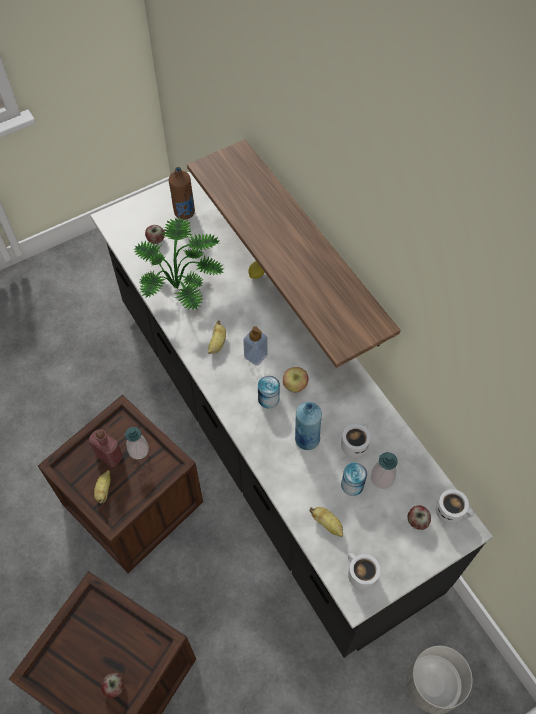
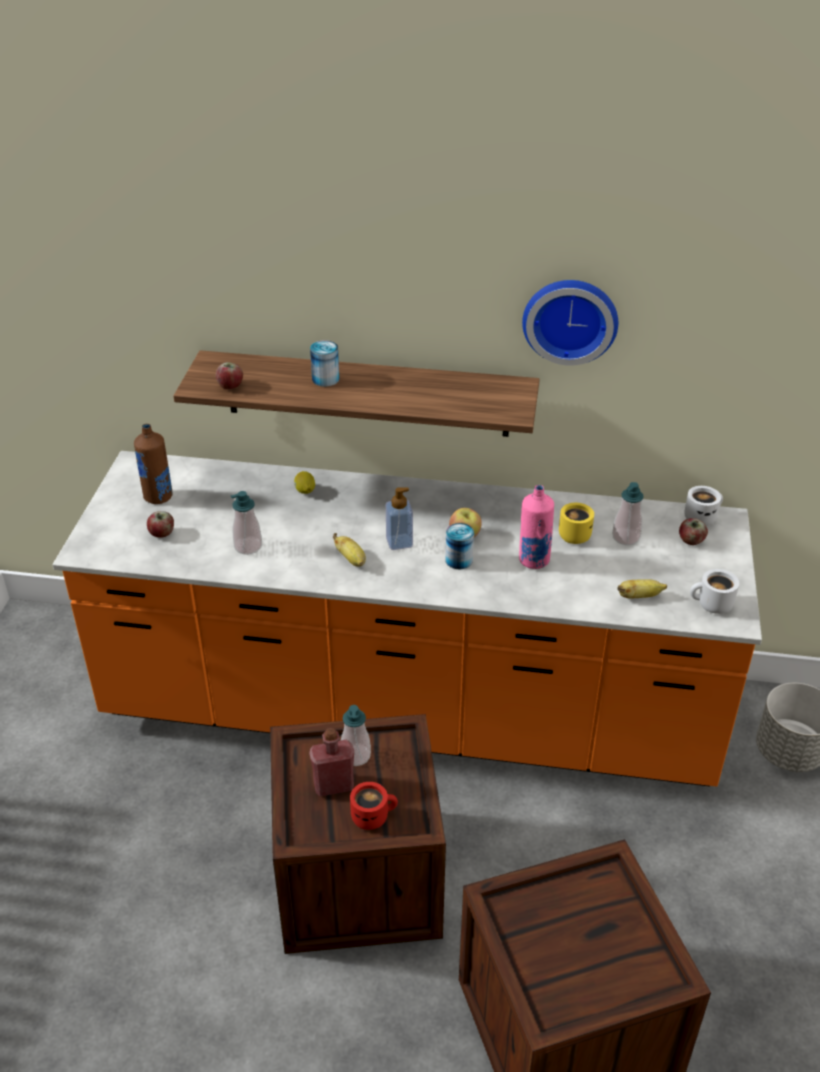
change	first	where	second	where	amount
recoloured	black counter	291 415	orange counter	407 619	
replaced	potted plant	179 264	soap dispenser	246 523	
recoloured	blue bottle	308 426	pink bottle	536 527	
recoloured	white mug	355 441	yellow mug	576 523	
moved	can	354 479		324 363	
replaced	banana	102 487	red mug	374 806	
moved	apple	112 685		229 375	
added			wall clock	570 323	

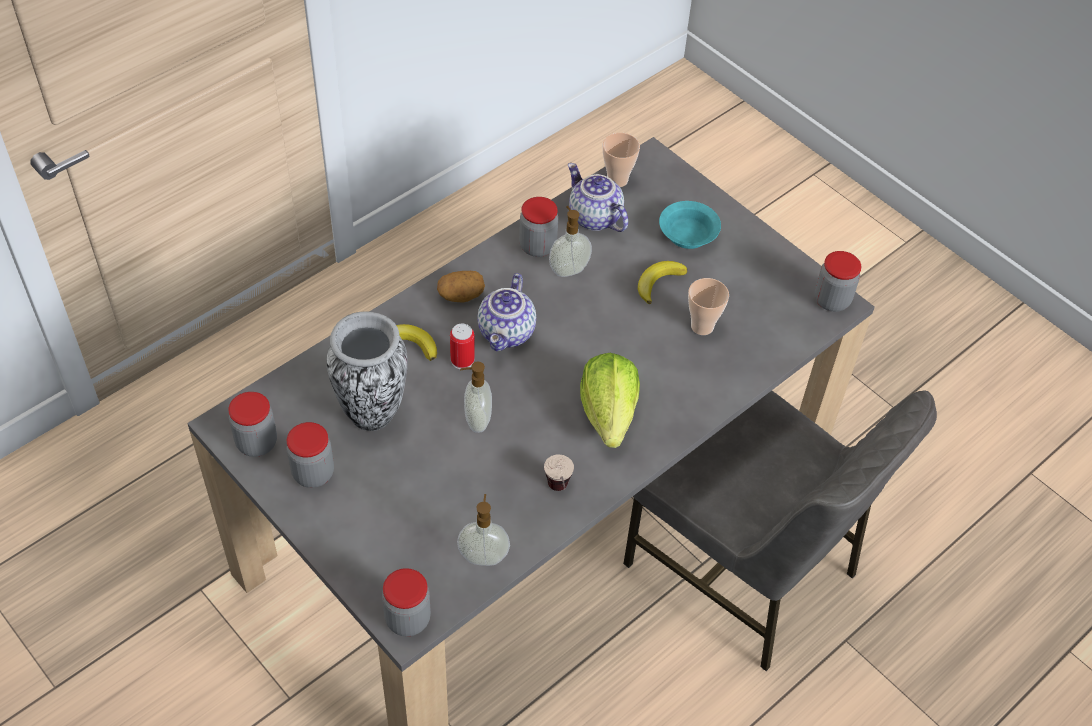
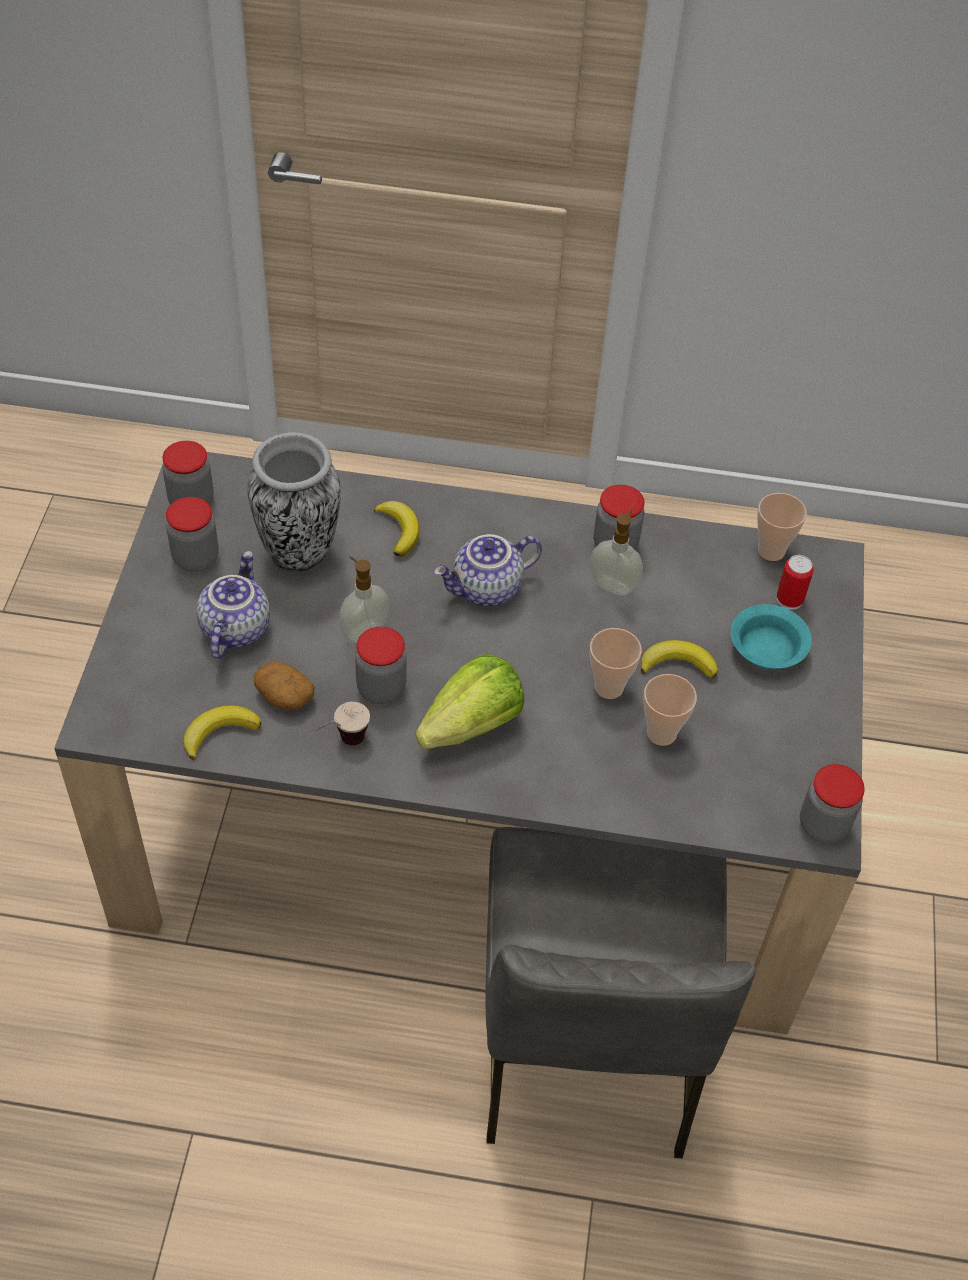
change	first	where	second	where	amount
moved	teapot	598 197		233 605	
moved	potato	461 287		283 685	
moved	can	462 346		795 582	
replaced	soap dispenser	483 530	banana	222 732	
moved	jar	406 602		381 665	
added			cup	616 663	

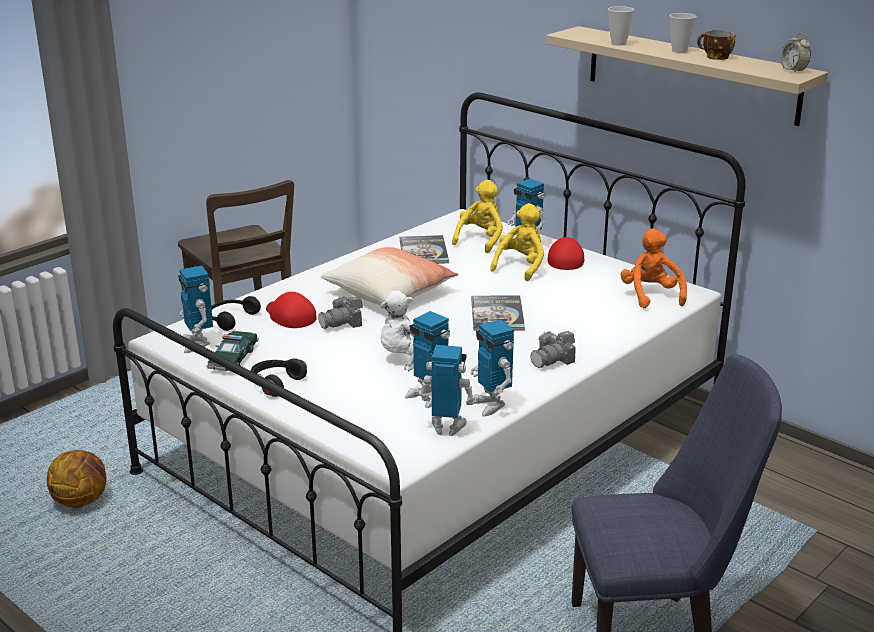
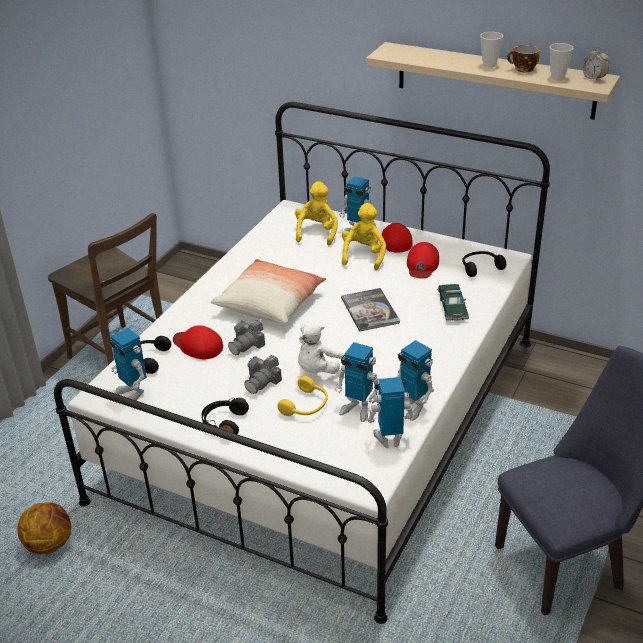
change	first	where	second	where	amount
moved	cup	621 26		562 61	
replaced	orange plush toy	653 268	black headphones	484 264	
removed	book	424 249			
moved	toy car	233 351		453 302	
moved	photo camera	553 349		263 374	
added			red cap	423 260	
added			yellow headphones	302 396	

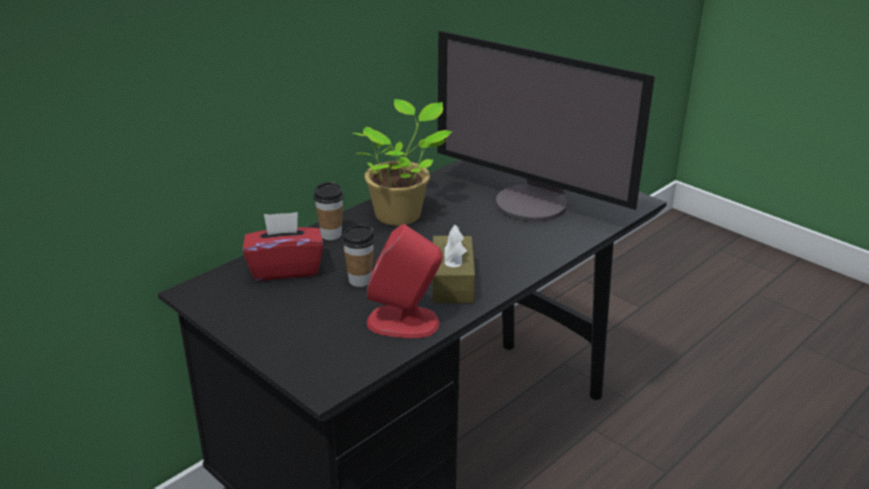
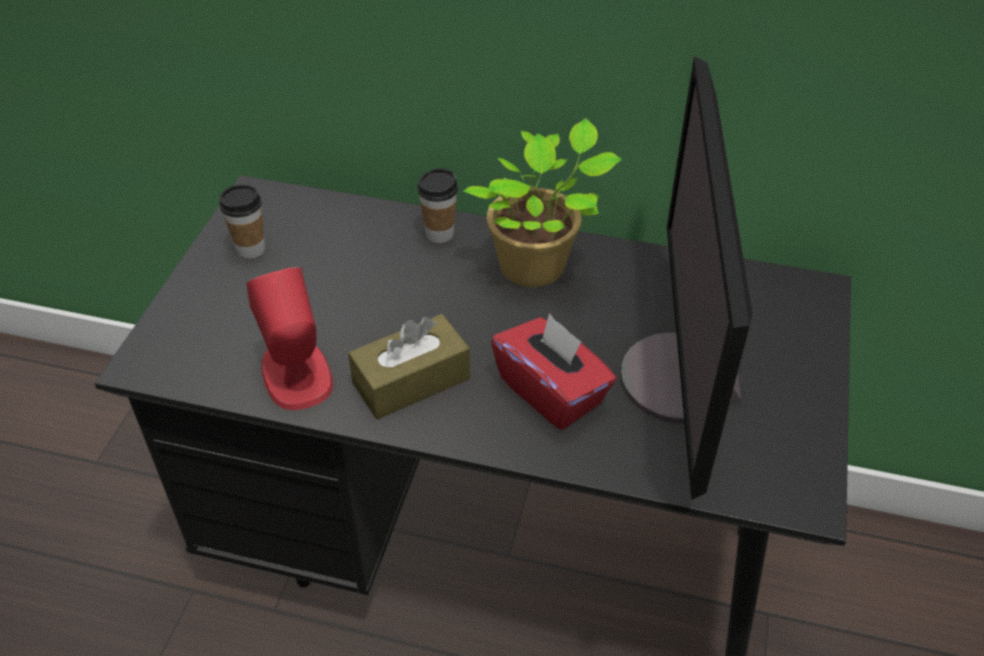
change	first	where	second	where	amount
moved	red tissue box	283 246		553 371	
moved	cup	358 256		242 222	

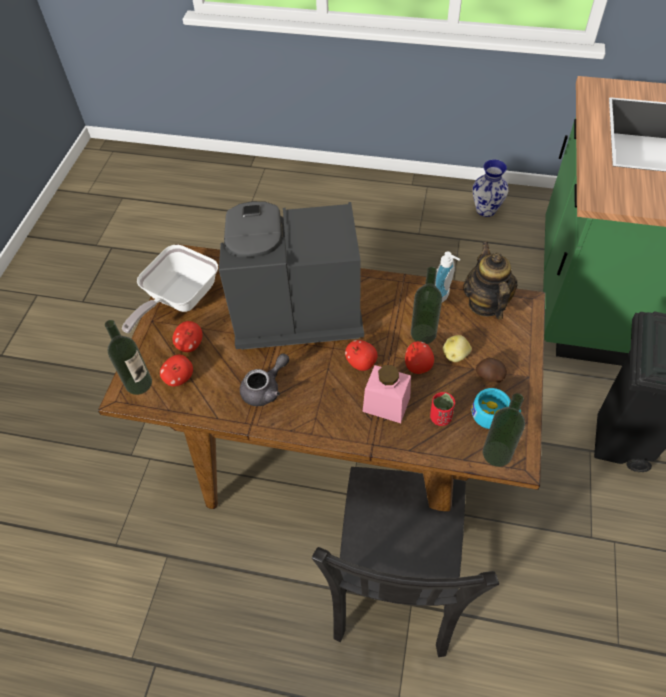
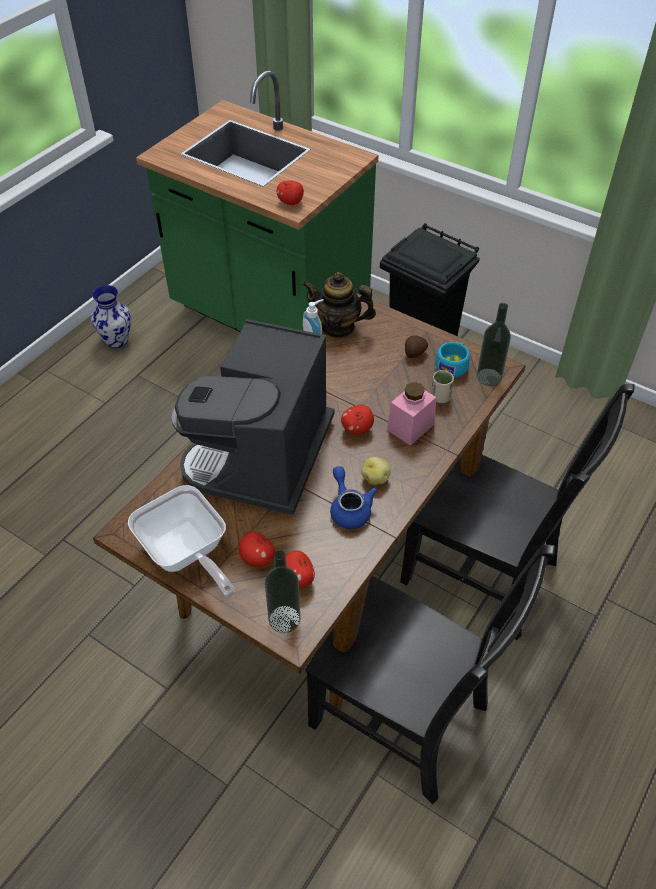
change	first	where	second	where	amount
removed	bottle	426 305			
moved	potato	457 348		376 471	
moved	apple	419 357		290 192	
recoloured	grey teapot	264 379	blue teapot	353 497	
recoloured	red cup	442 409	beige cup	442 386	
added			black chair	430 674	

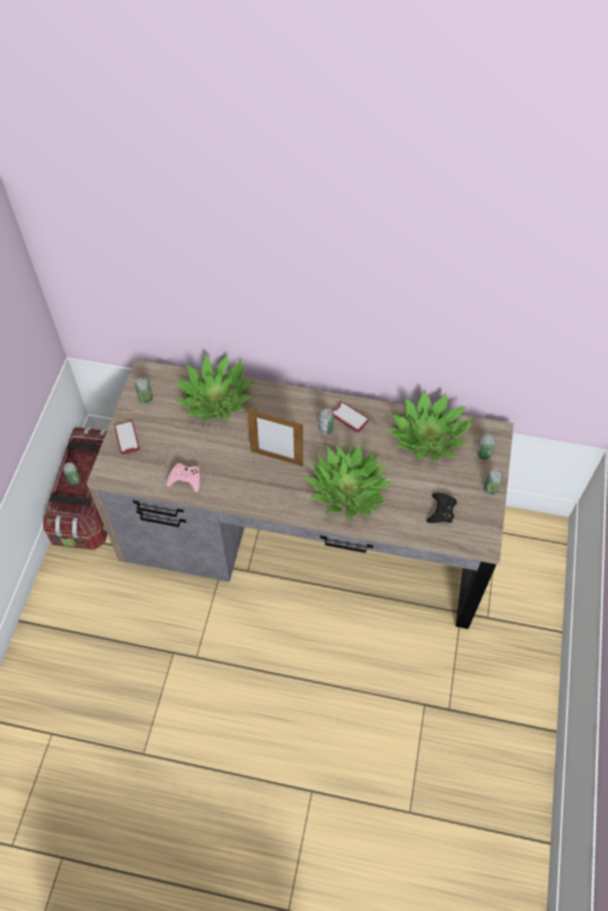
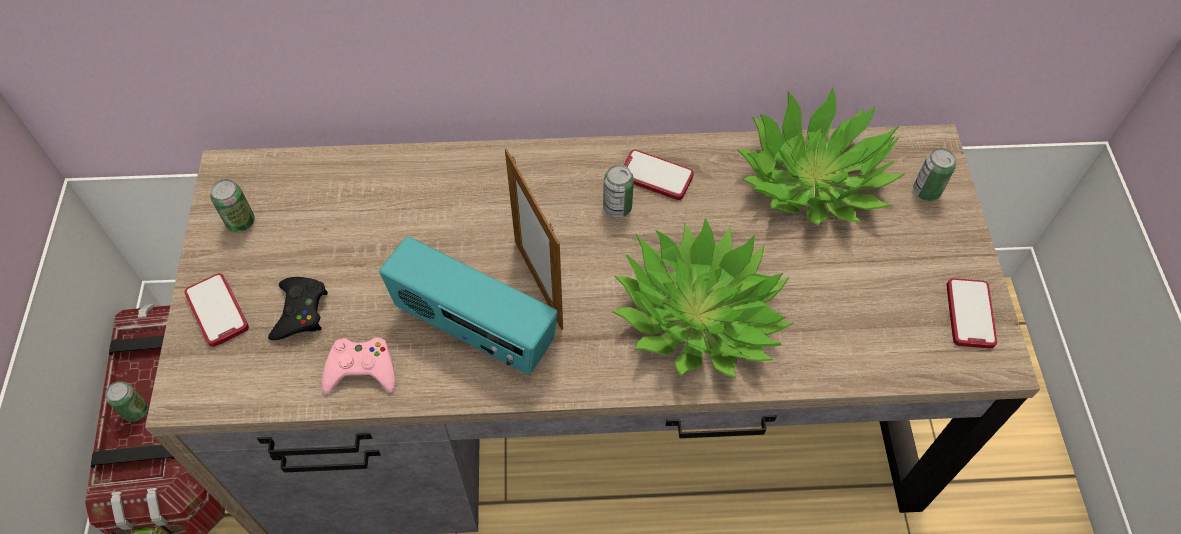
change	first	where	second	where	amount
removed	potted plant	214 388			
turned	picture frame	275 437		534 239	60 degrees clockwise
removed	can	493 482			
moved	black game controller	441 508		298 308	
added			radio	468 305	
added			phone	972 313	

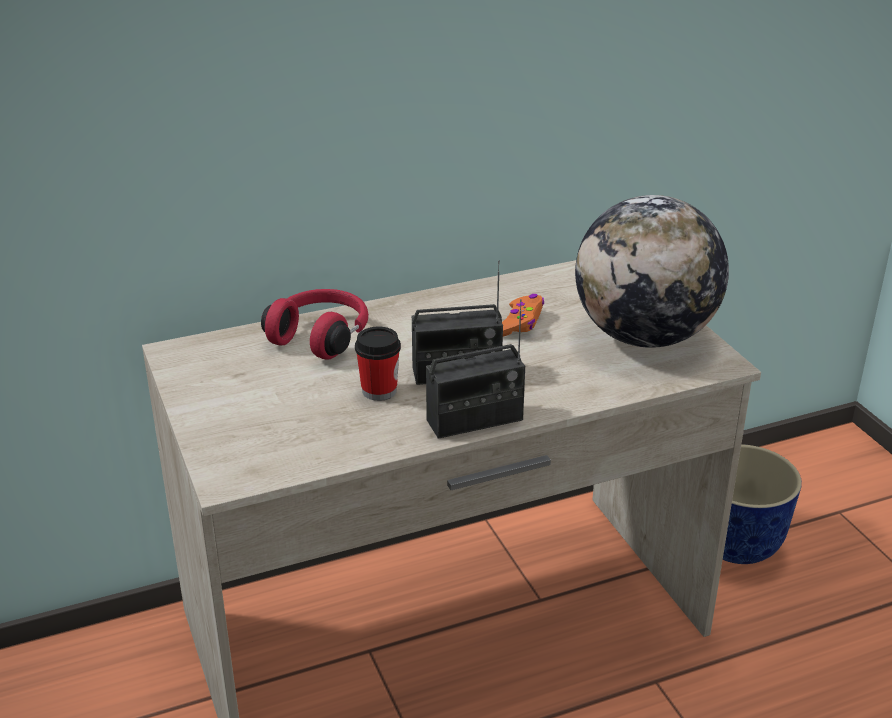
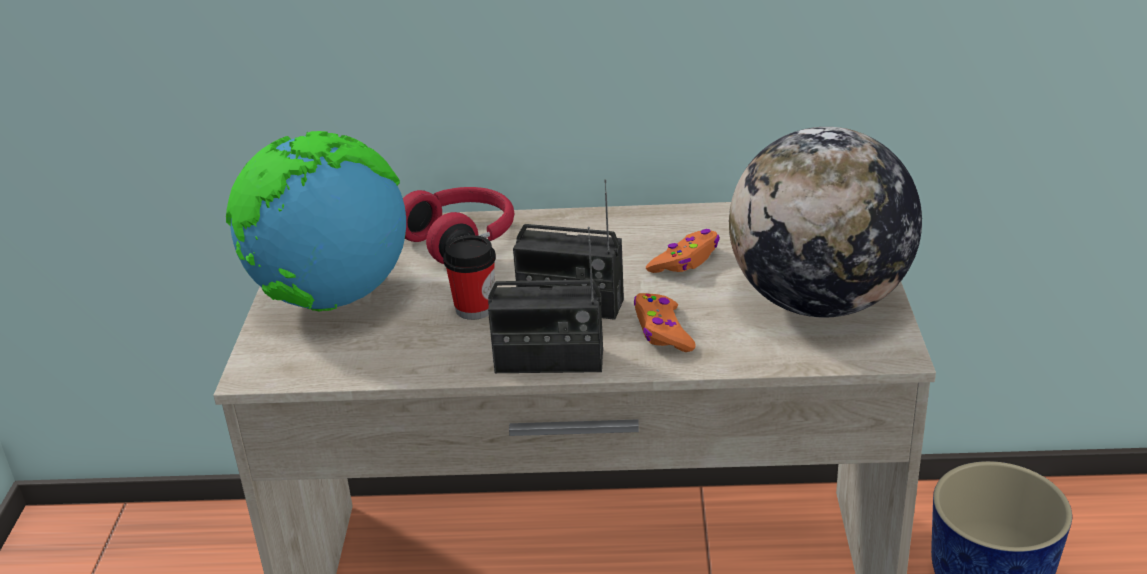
change	first	where	second	where	amount
added			globe	316 221	
added			orange game controller	665 322	

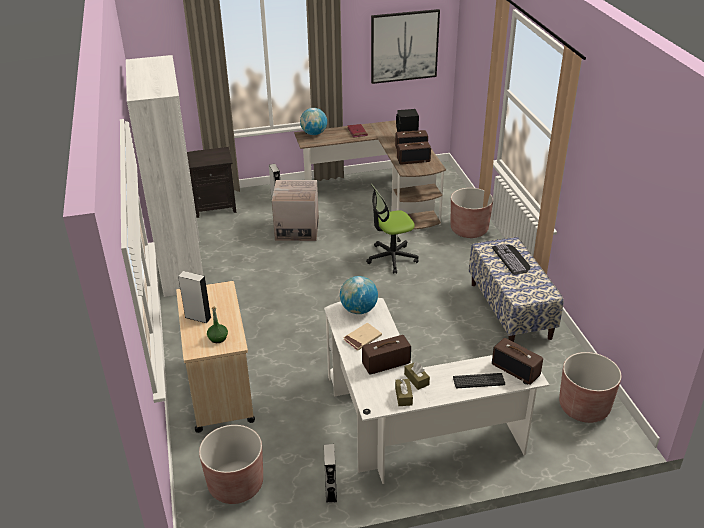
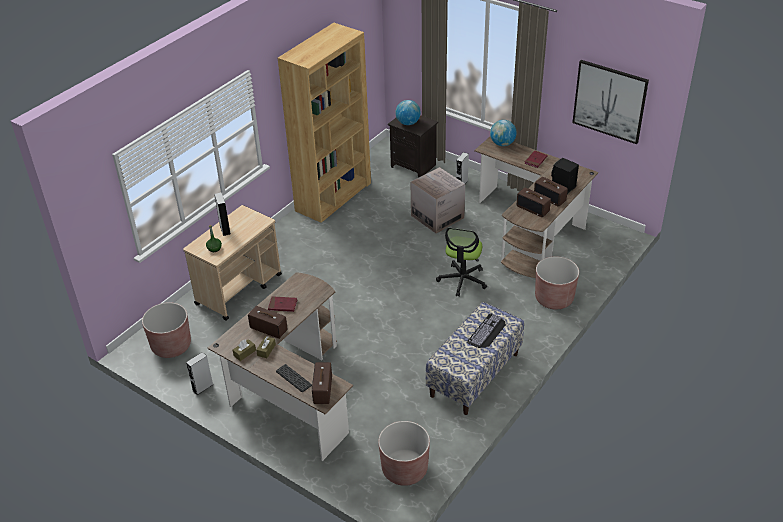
change	first	where	second	where	amount
recoloured	white bookcase	165 176	brown bookcase	324 123	
turned	office chair	392 229		461 262	105 degrees counterclockwise
moved	globe	359 295		408 112	
recoloured	white desk	436 391	brown desk	280 366	
recoloured	beige book	362 337	red book	283 304	

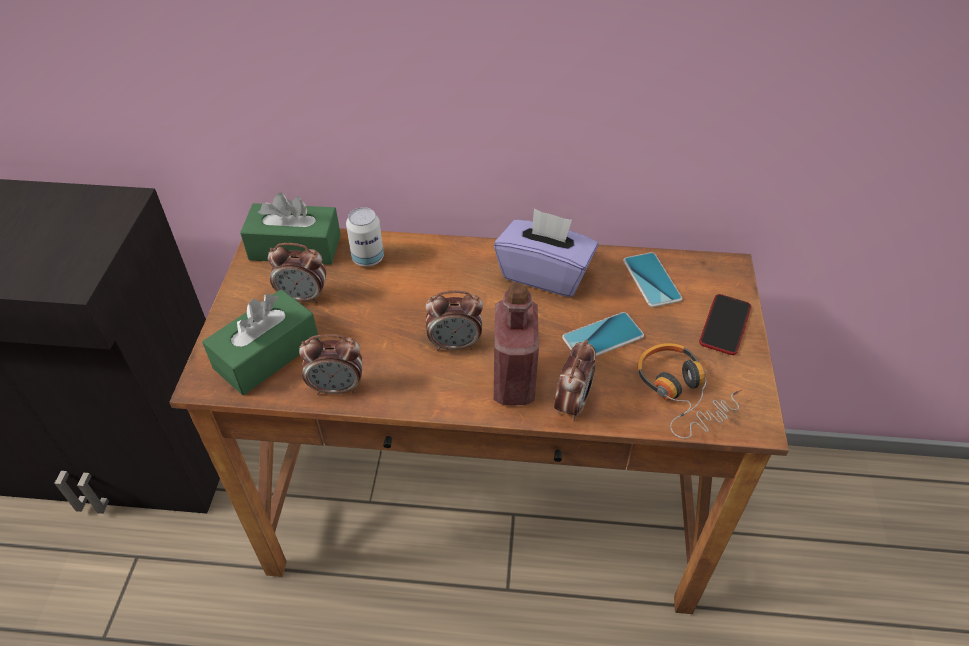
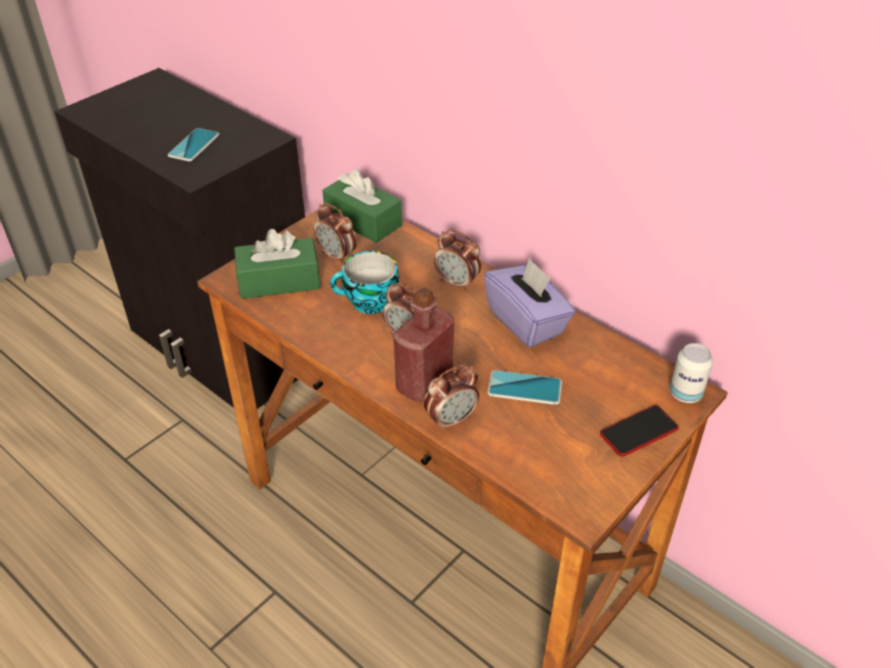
change	first	where	second	where	amount
moved	can	365 237		691 373	
moved	phone	653 279		194 145	
moved	alarm clock	331 364		457 260	
removed	headphones	689 391			
added			cup	364 282	

